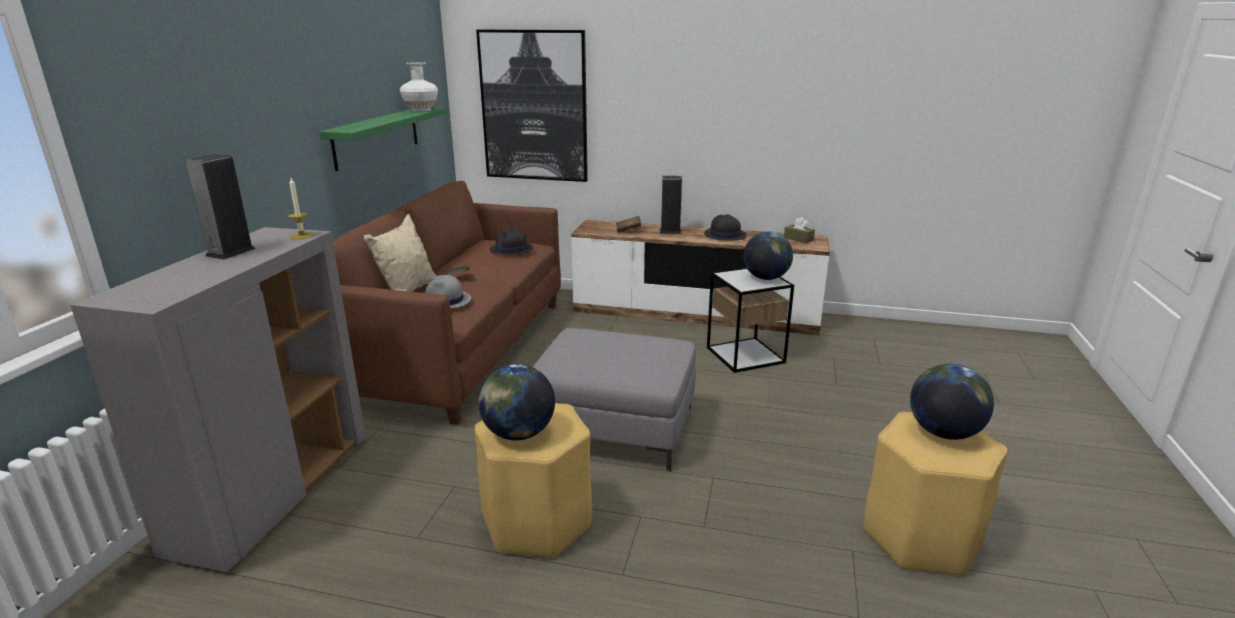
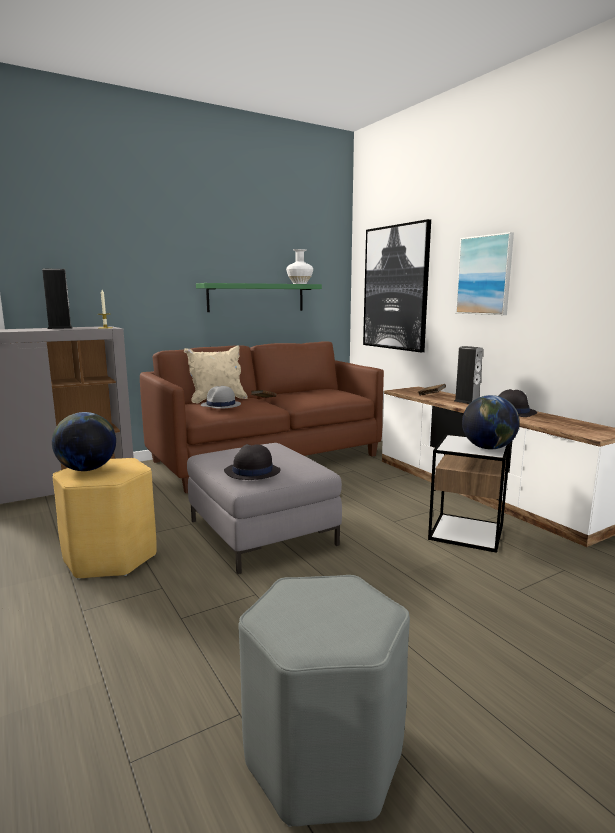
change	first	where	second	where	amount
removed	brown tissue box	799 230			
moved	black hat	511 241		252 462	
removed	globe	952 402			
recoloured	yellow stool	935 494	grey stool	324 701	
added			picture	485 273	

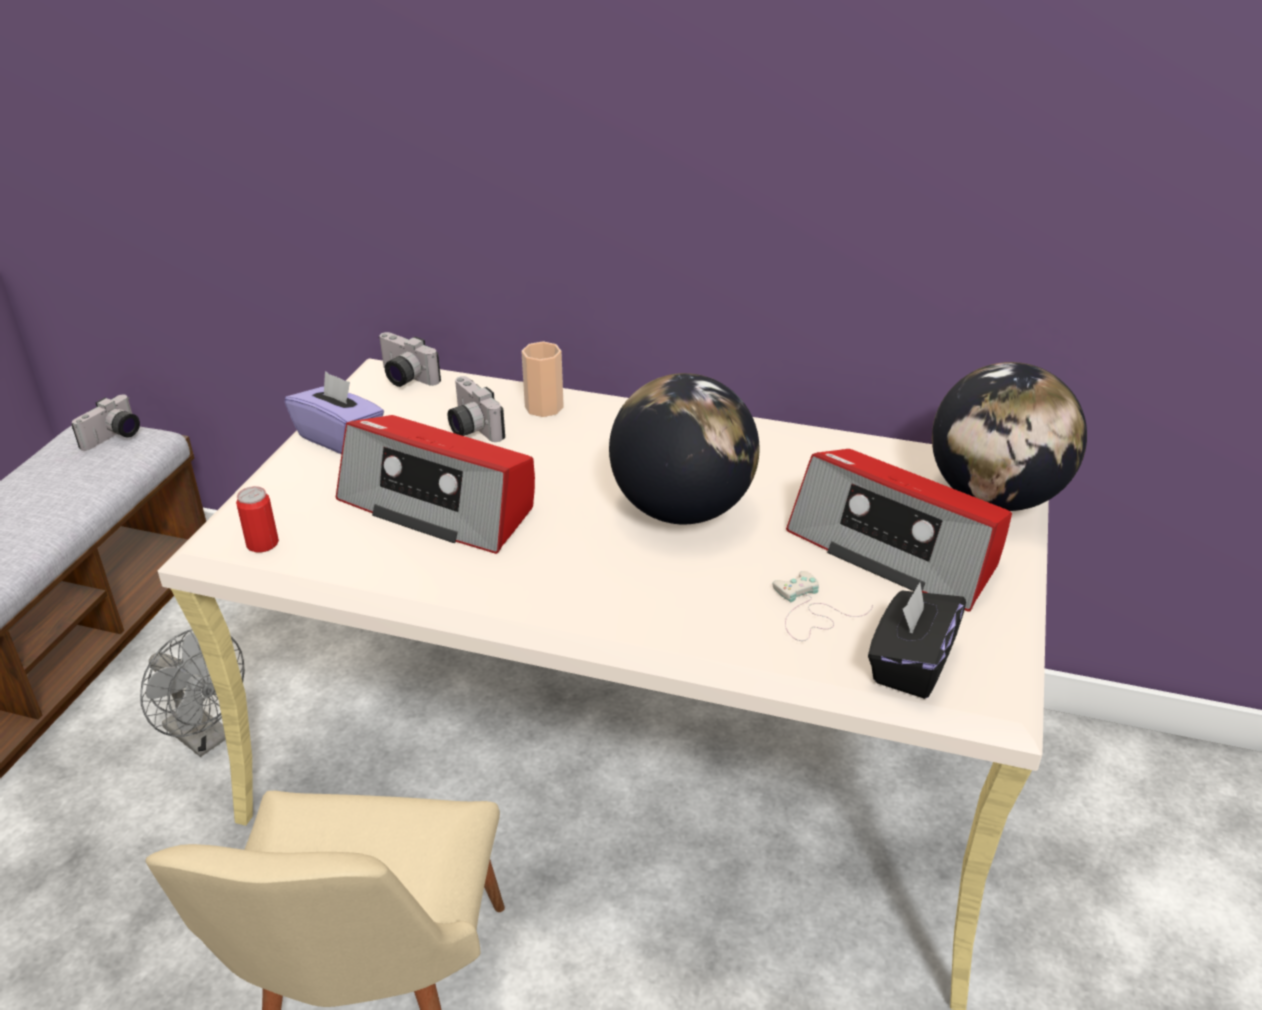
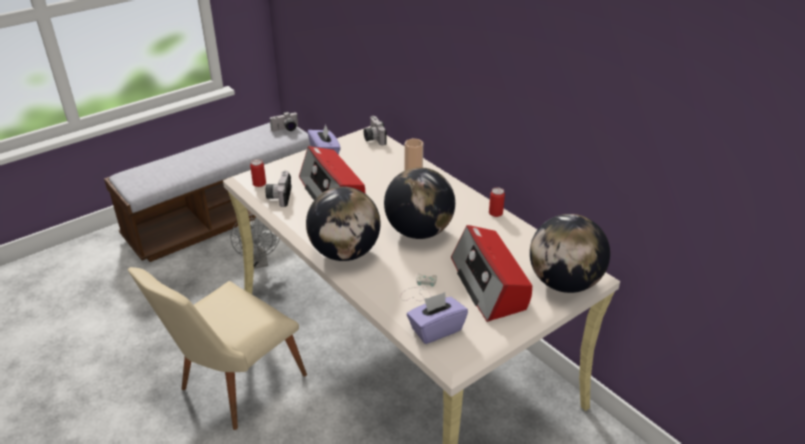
change	first	where	second	where	amount
moved	photo camera	476 409		278 189	
recoloured	black tissue box	917 640	purple tissue box	437 318	
added			globe	343 223	
added			can	497 202	

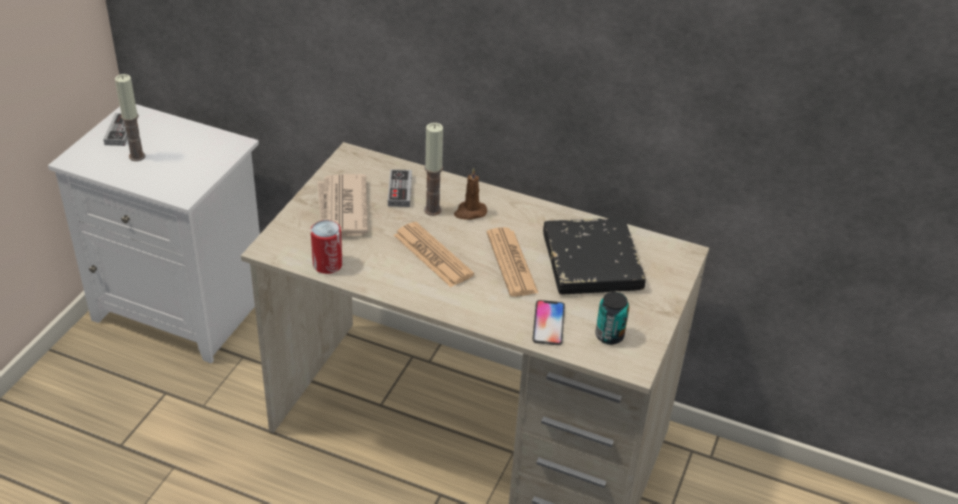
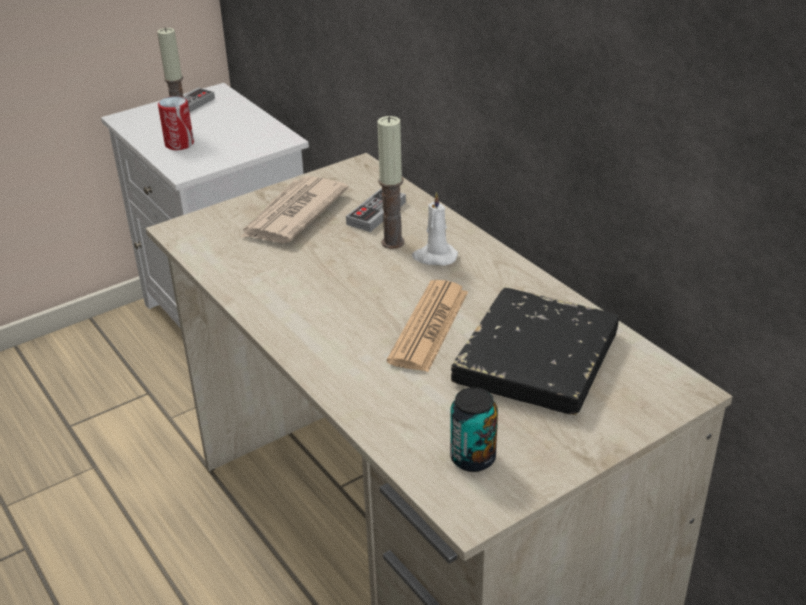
change	first	where	second	where	amount
recoloured	brown candle	470 194	white candle	435 229	
moved	can	327 247		176 123	
removed	newspaper	434 254			
removed	phone	548 322			

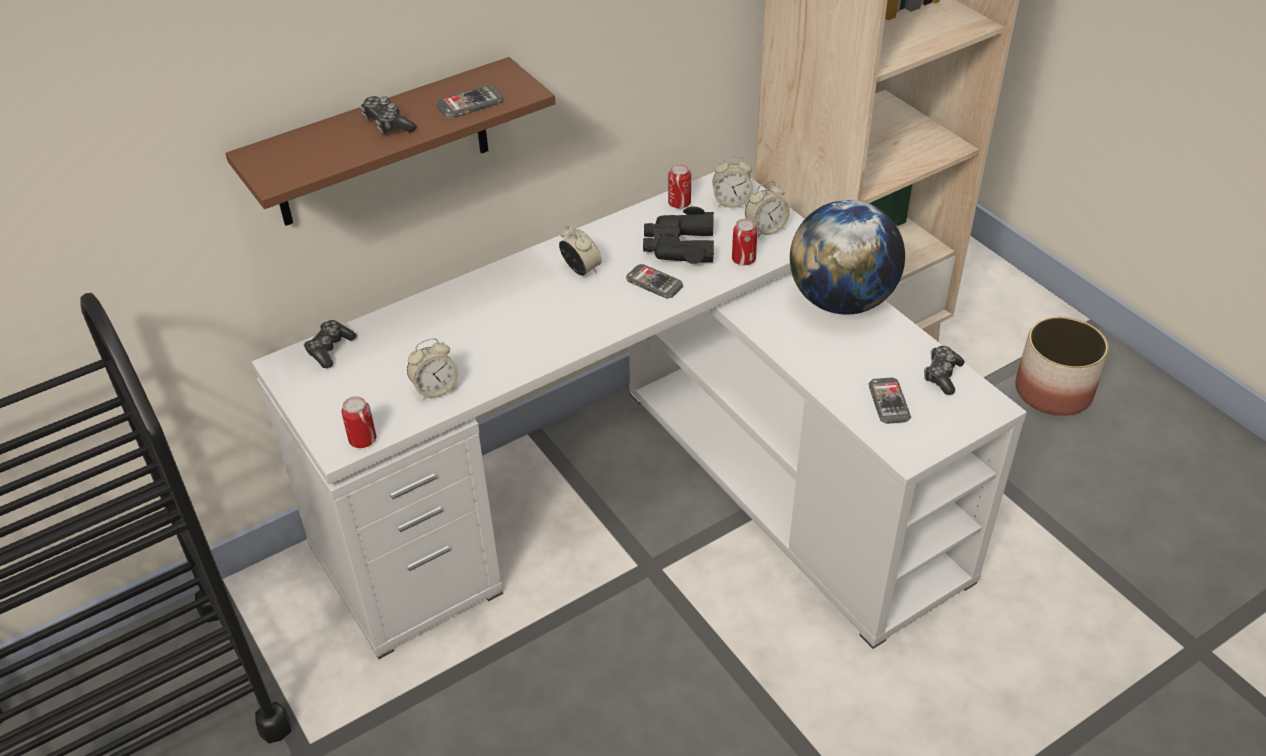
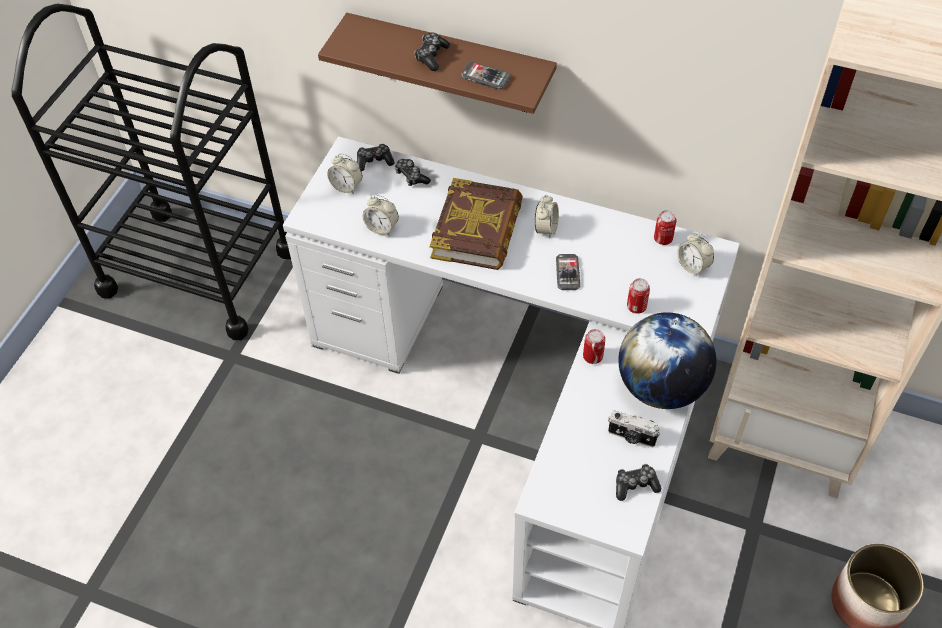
change	first	where	second	where	amount
moved	alarm clock	767 209		344 173	
removed	black binoculars	678 235			
removed	phone	889 400			
moved	can	359 422		594 346	
added			game controller	413 172	
added			book	476 224	
added			photo camera	634 429	

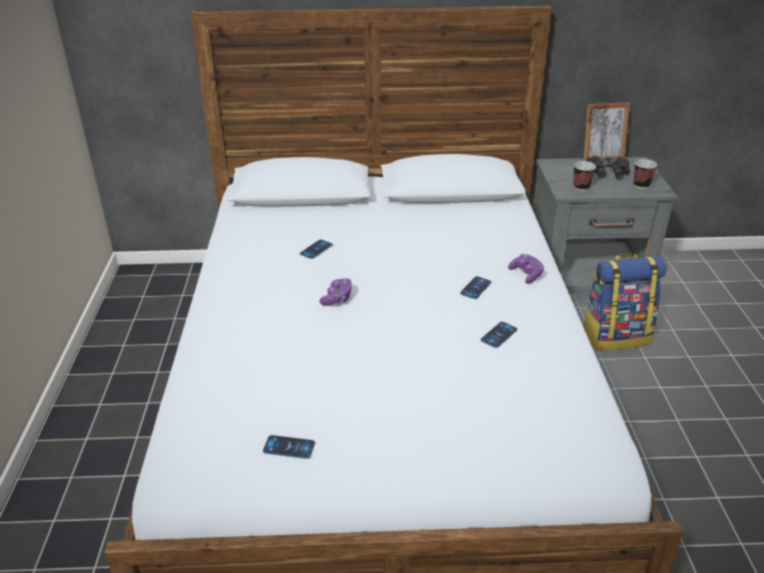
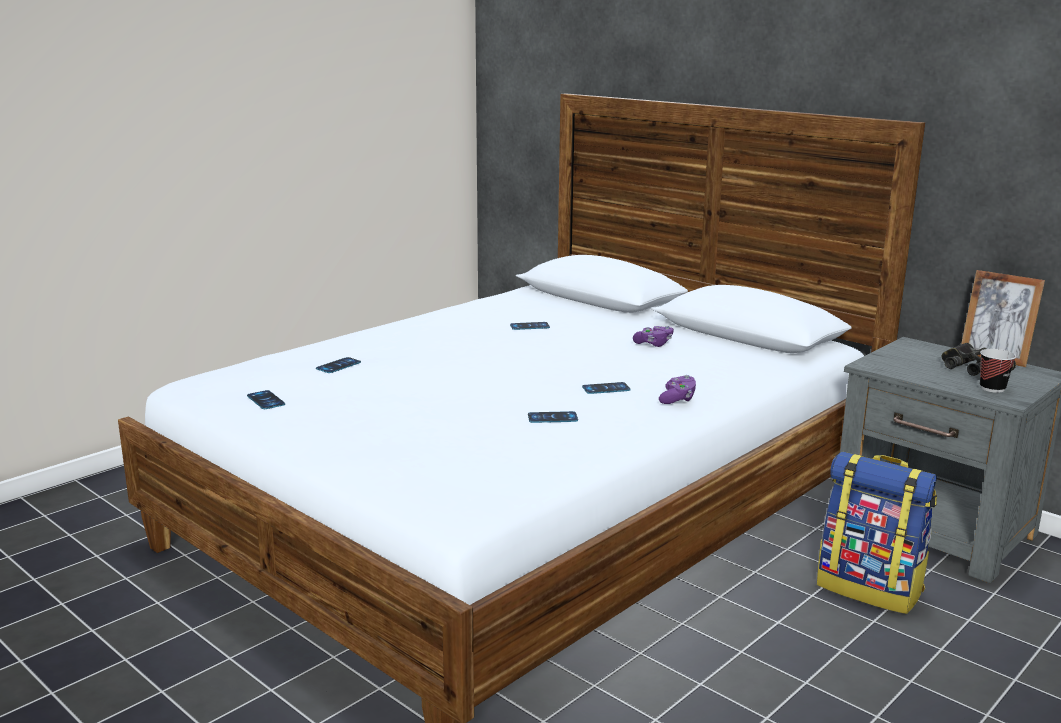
change	first	where	second	where	amount
removed	cup	584 176			
moved	purple game controller	336 292		653 336	
added			phone	338 365	

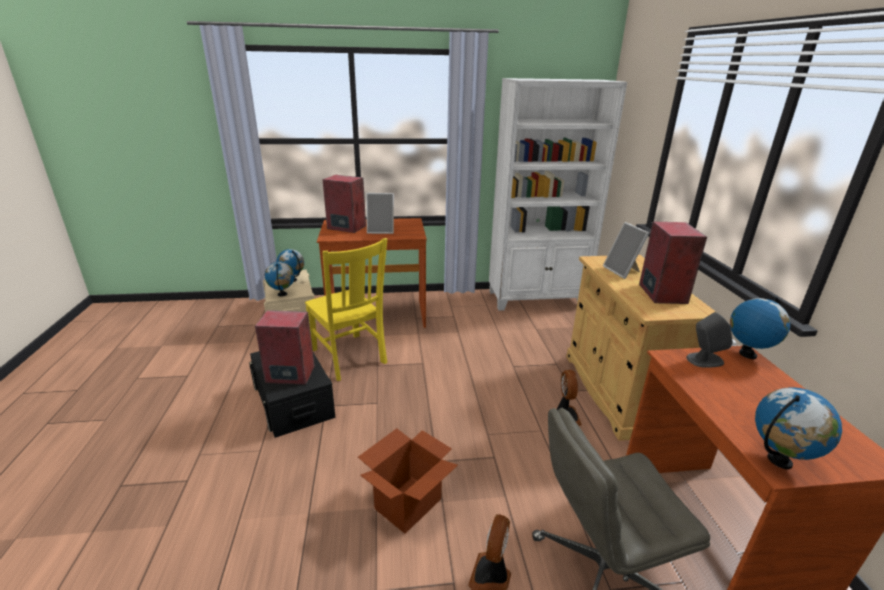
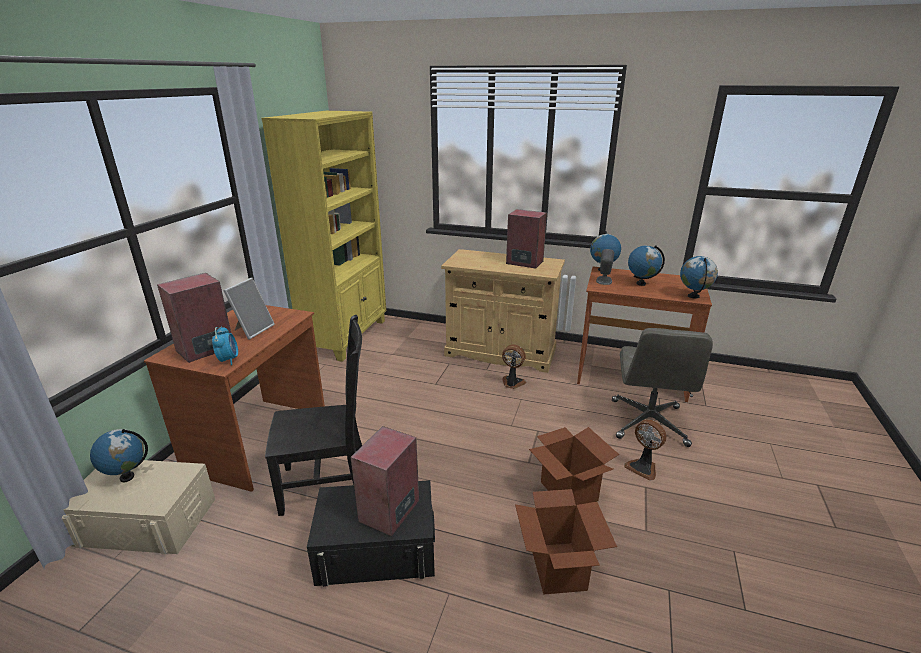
change	first	where	second	where	amount
recoloured	white bookcase	558 194	yellow bookcase	323 236	
removed	picture frame	626 250			
recoloured	yellow chair	346 309	black chair	313 415	
moved	globe	280 279		646 265	
added			alarm clock	225 345	
added			cardboard box	566 542	

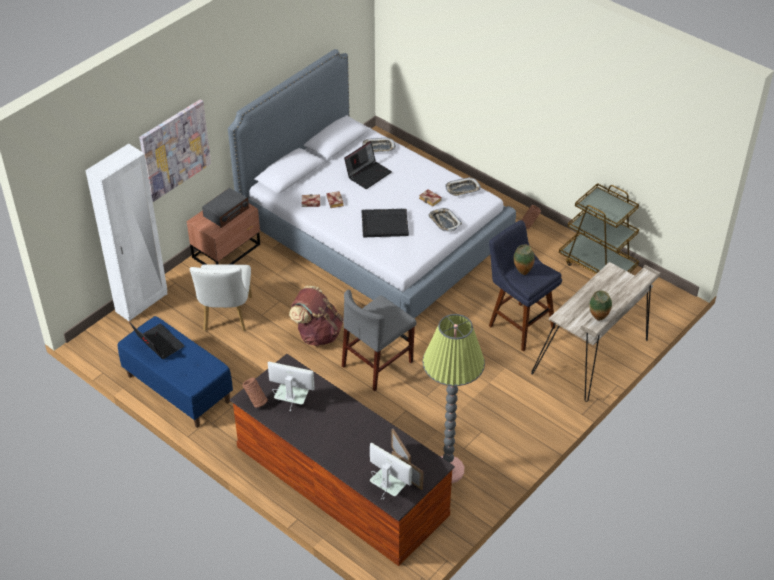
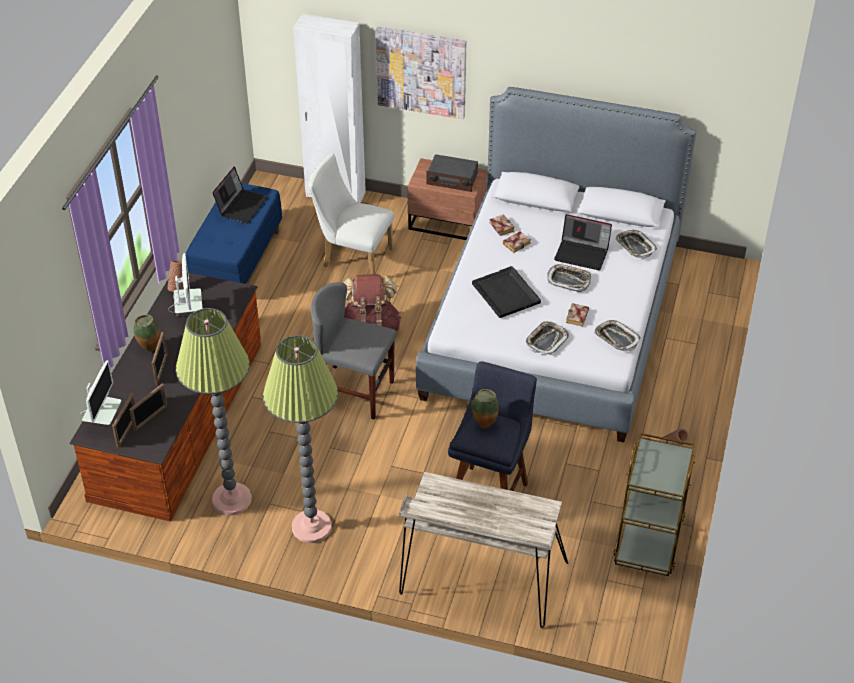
change	first	where	second	where	amount
turned	white chair	221 297		351 214	45 degrees clockwise
moved	vase	601 305		147 333	
added			tray	569 278	
added			picture frame	160 358	
added			floor lamp	300 439	

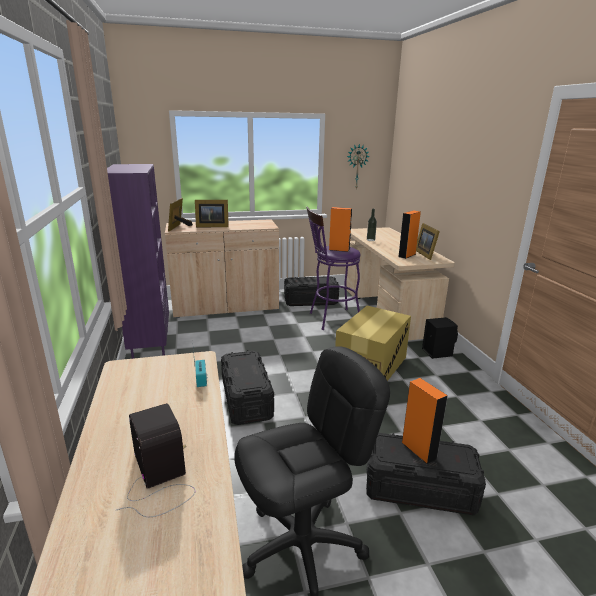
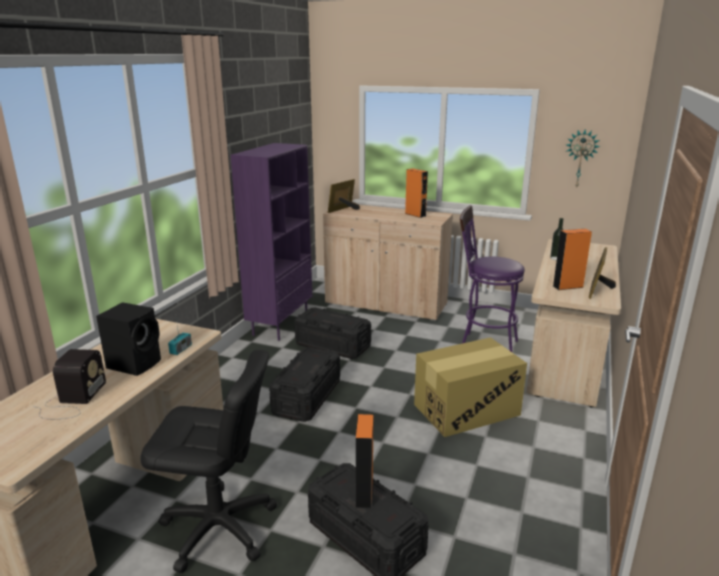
change	first	where	second	where	amount
removed	picture frame	212 213			
moved	orange speaker	340 229		416 193	
moved	black storage box	311 291		332 333	
moved	black speaker	440 338		128 339	

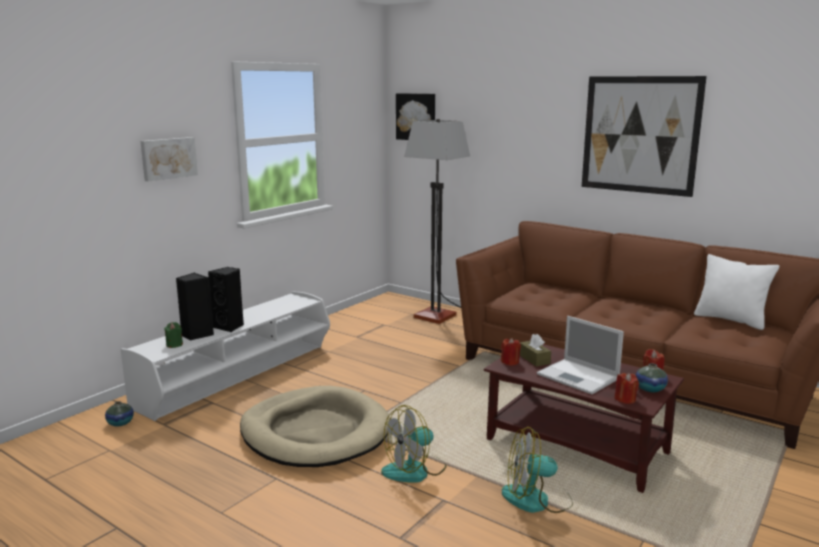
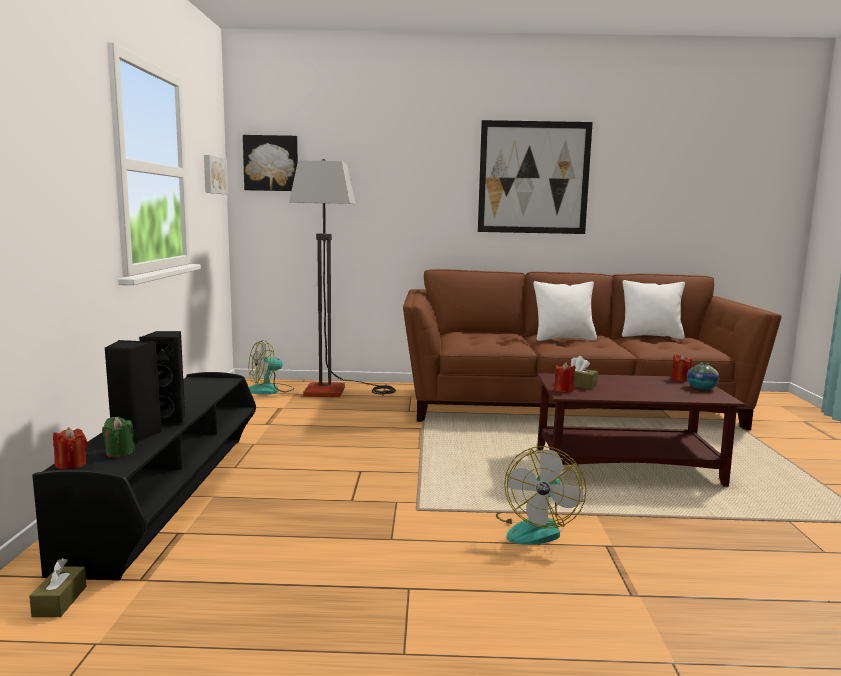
change	first	where	second	where	amount
moved	picture	169 159		216 174	
recoloured	white tv stand	225 356	black tv stand	144 476	
removed	laptop	580 355			
moved	red candle	627 388		70 448	
removed	beige dog bed	315 426			
replaced	vase	119 413	brown tissue box	58 587	
moved	fan	537 470		271 367	
added			white pillow	565 311	

